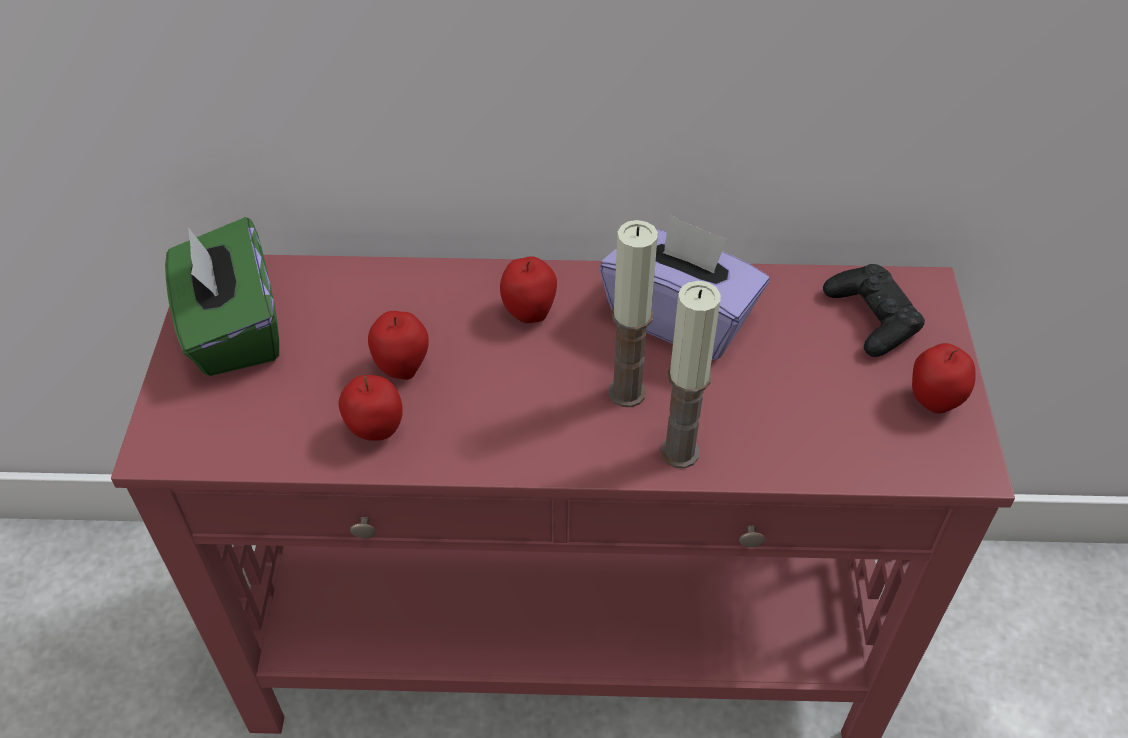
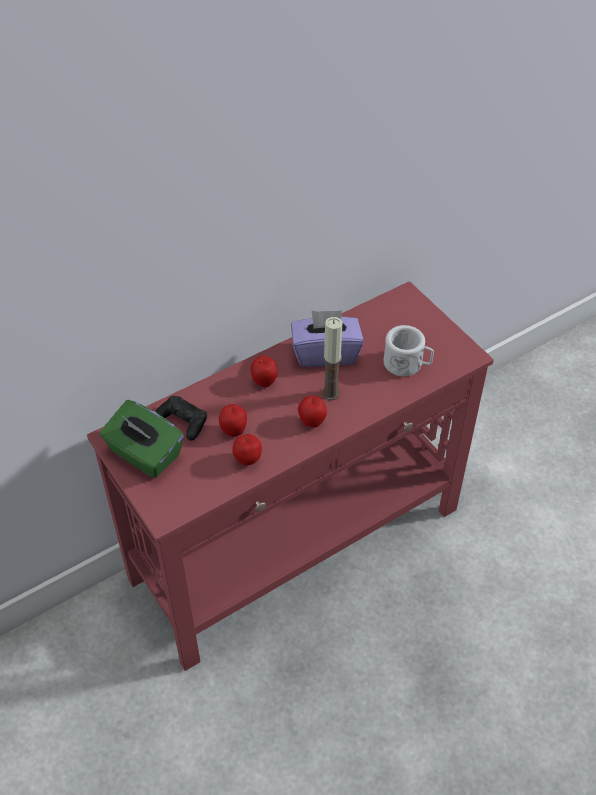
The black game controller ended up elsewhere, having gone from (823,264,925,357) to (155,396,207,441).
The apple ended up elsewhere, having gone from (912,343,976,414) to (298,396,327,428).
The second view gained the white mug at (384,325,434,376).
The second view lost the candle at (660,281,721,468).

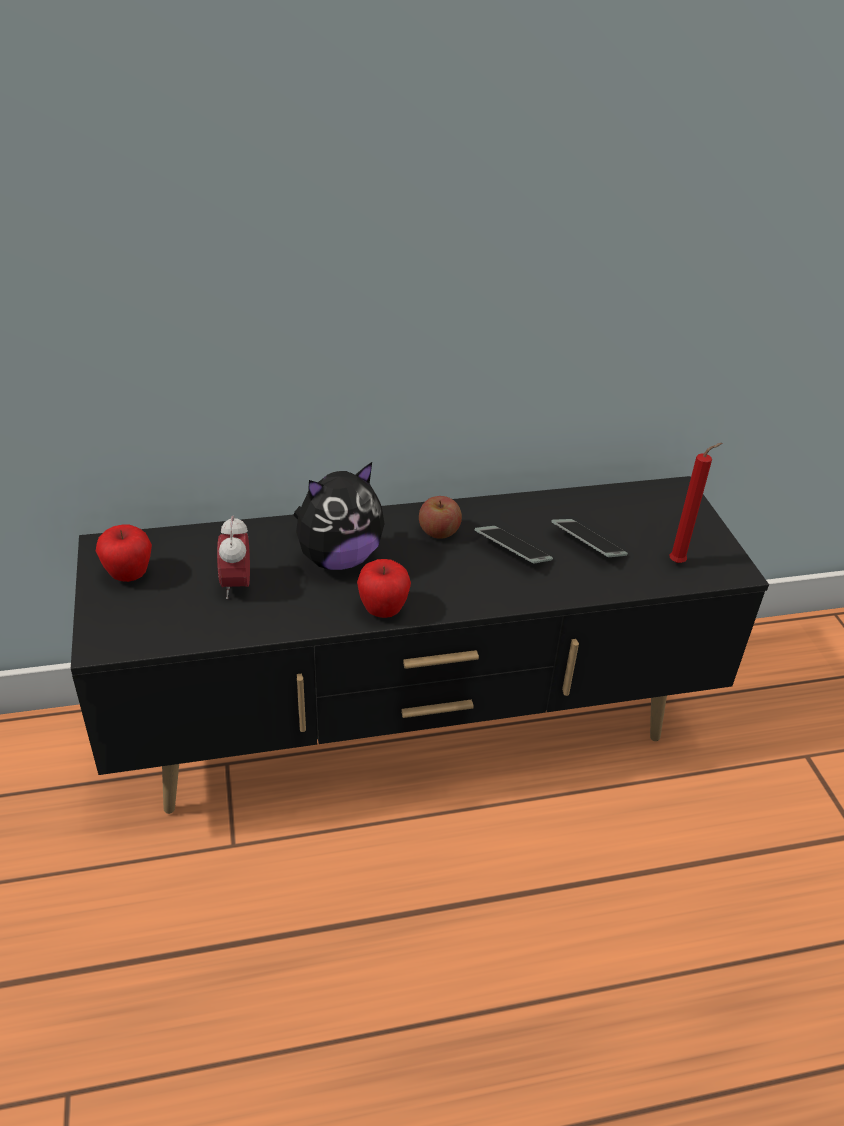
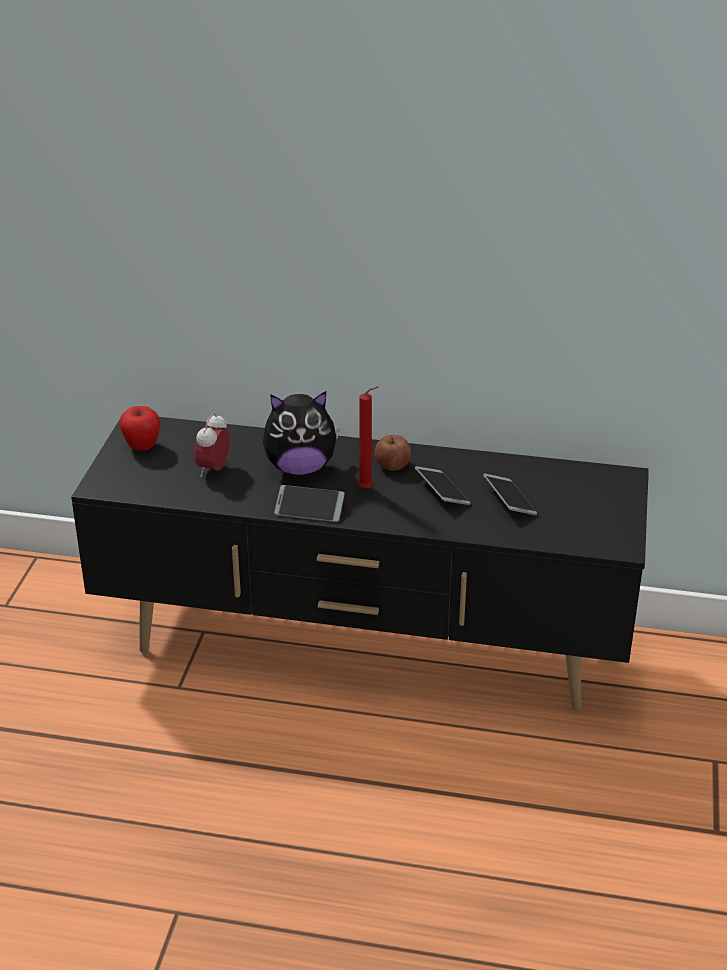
Where the apple stood at (357,559,411,618), the phone came to stand at (274,485,345,522).
The red candle ended up elsewhere, having gone from (670,443,722,563) to (358,386,379,489).

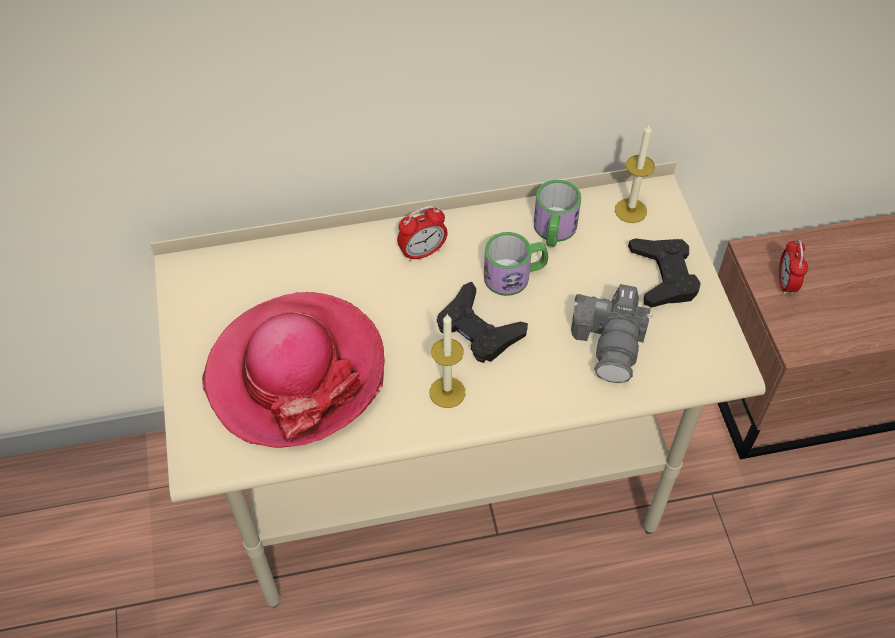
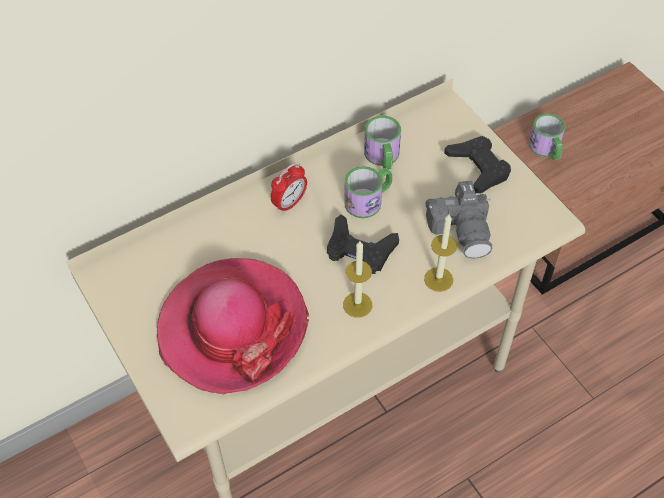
The candle ended up elsewhere, having gone from (615,125,655,223) to (424,214,457,292).
Where the alarm clock stood at (779,239,808,295), the mug came to stand at (529,113,565,160).

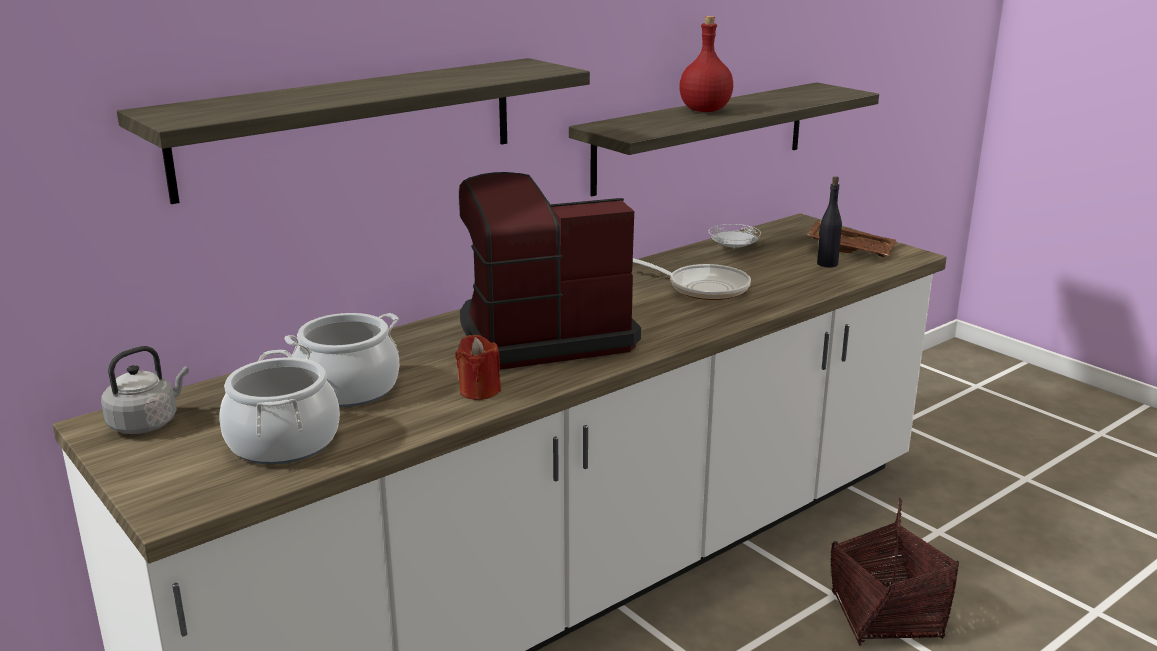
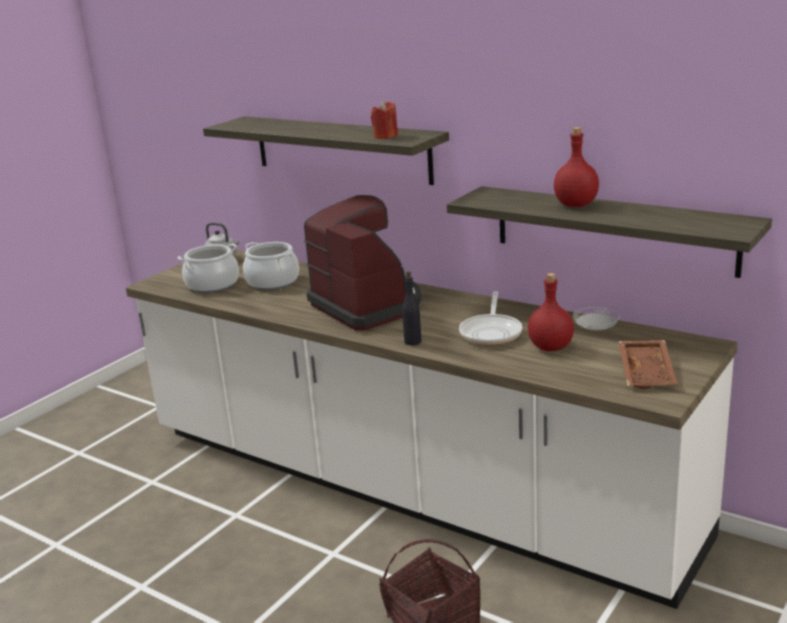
The red candle ended up elsewhere, having gone from (455,335,501,400) to (371,101,398,139).
The black bottle ended up elsewhere, having gone from (817,176,842,267) to (402,271,422,345).
The second view gained the red bottle at (528,273,574,351).

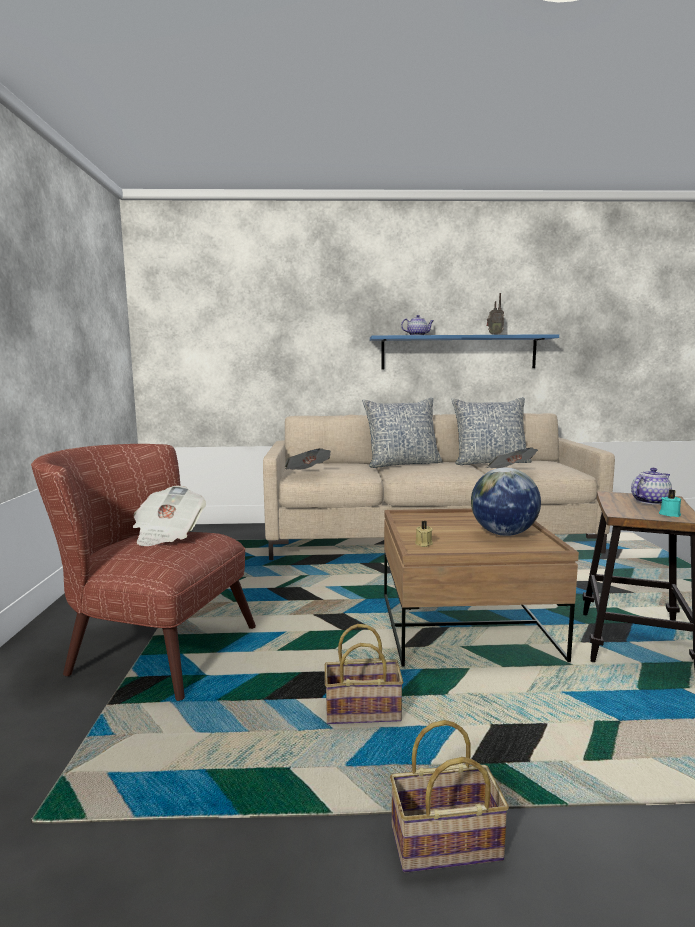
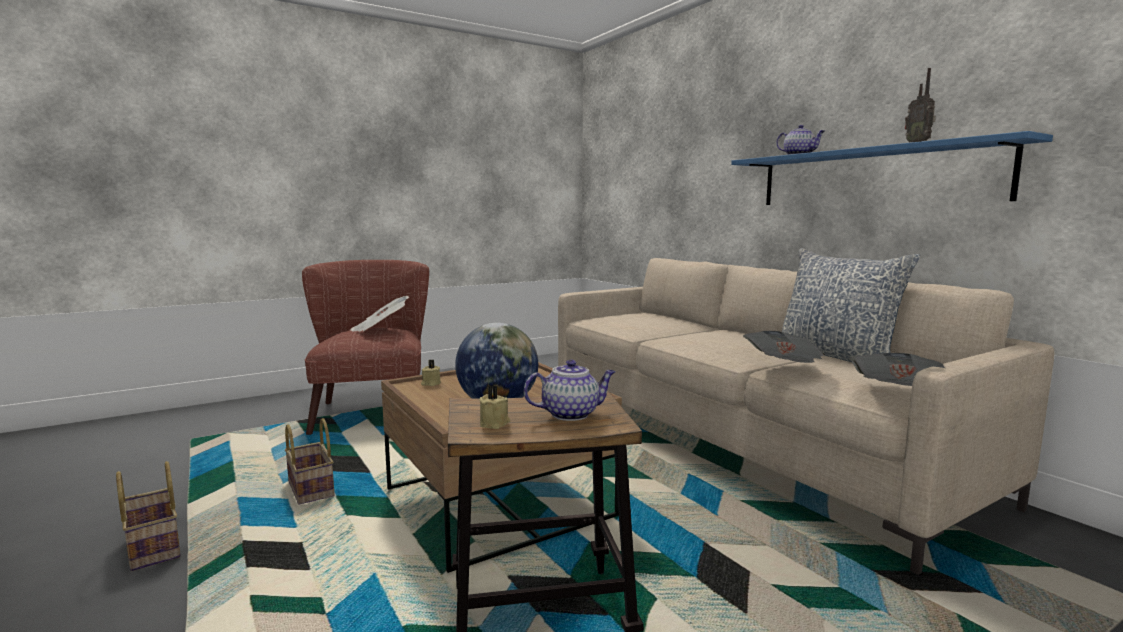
What was the turquoise candle at (659,490,681,517) turned into the beige candle at (479,385,511,429).
The teapot at (631,468,672,505) ended up facing another way, 45 degrees counterclockwise from before.
The newspaper ended up elsewhere, having gone from (285,448,331,470) to (849,353,945,386).
The second view lost the pillow at (362,398,443,468).

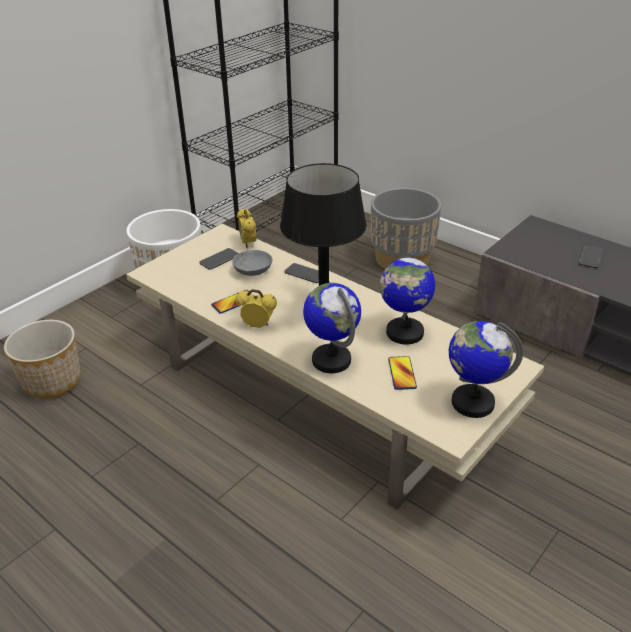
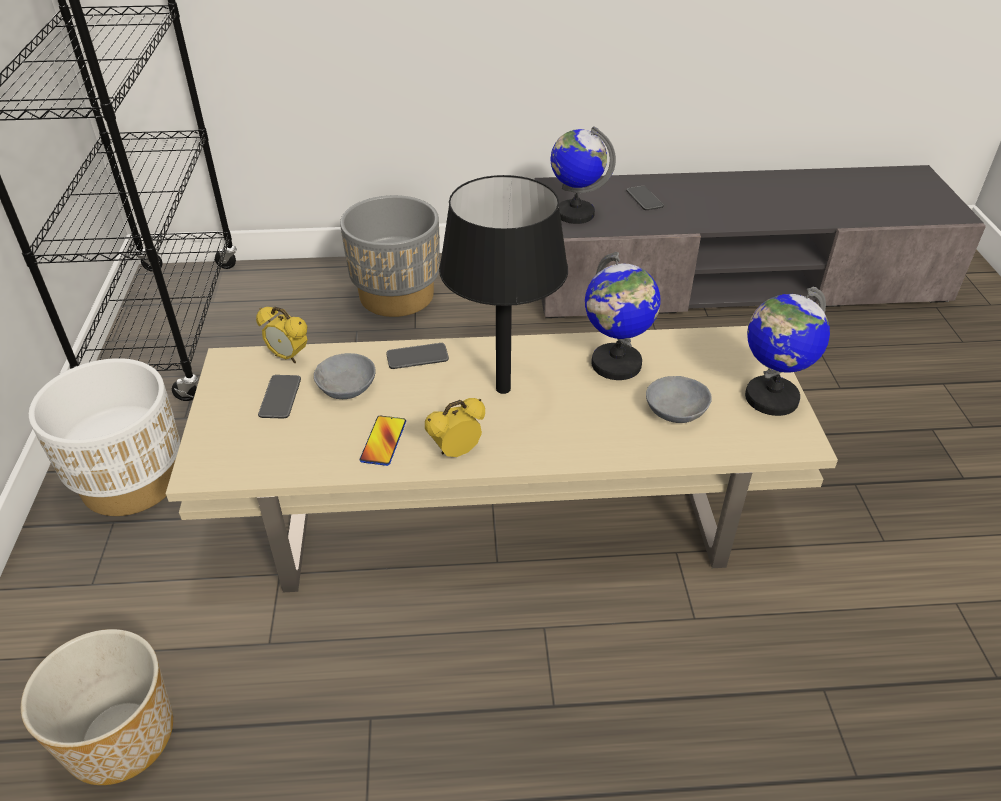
The globe ended up elsewhere, having gone from (303,283,361,373) to (550,126,616,224).
Where the phone stood at (388,356,417,390), the grey bowl came to stand at (646,376,712,423).

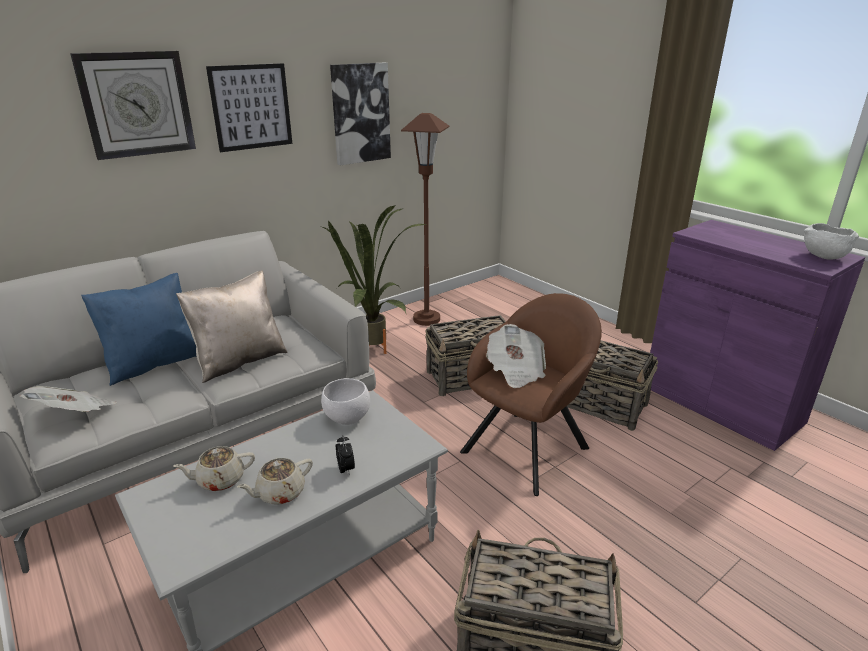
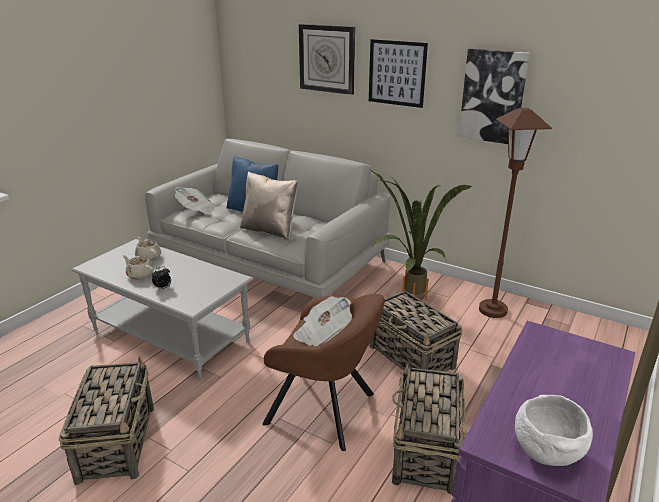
The second view lost the white bowl at (321,378,370,425).

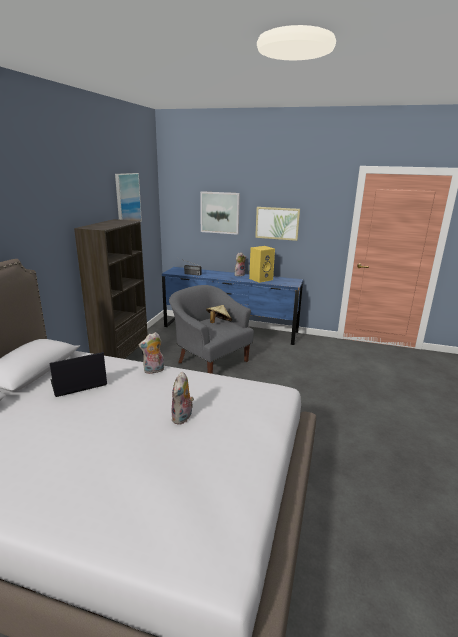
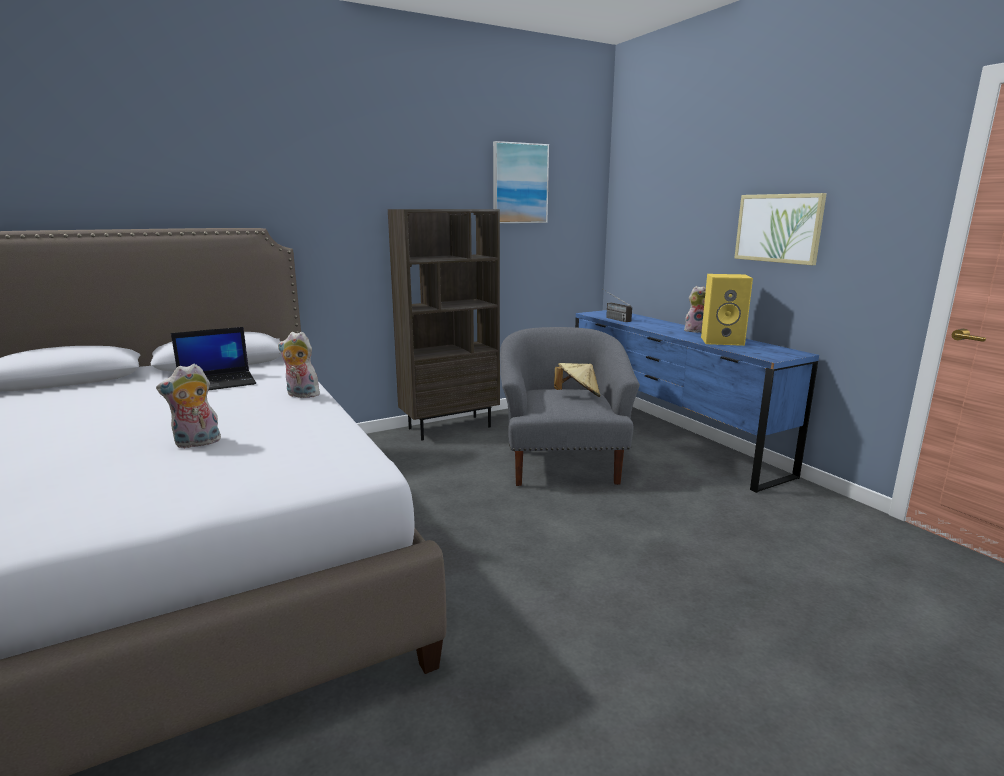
The laptop at (49,352,107,397) ended up facing another way, 135 degrees clockwise from before.
The second view lost the picture at (200,191,240,235).

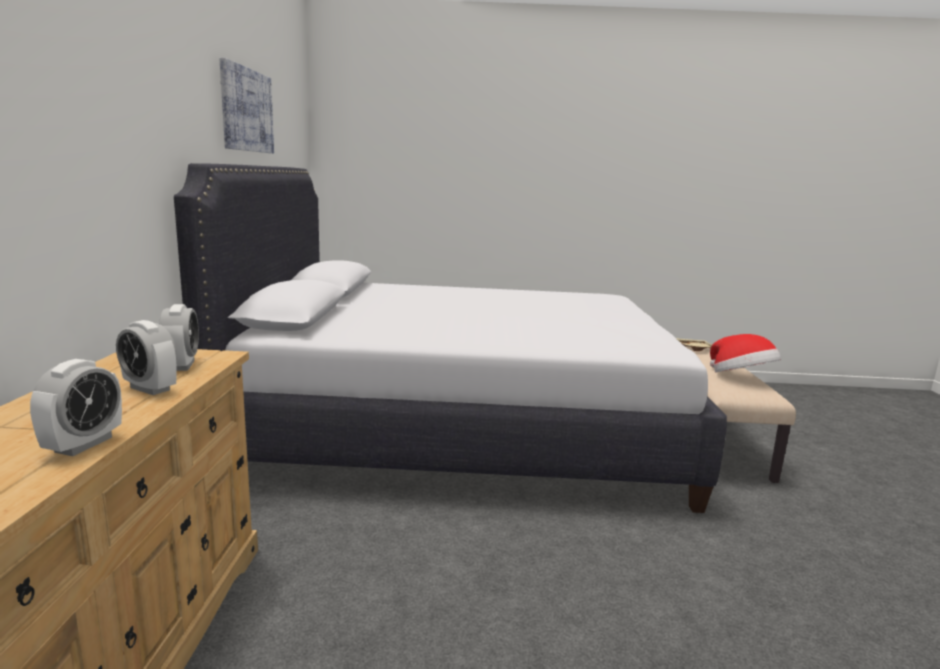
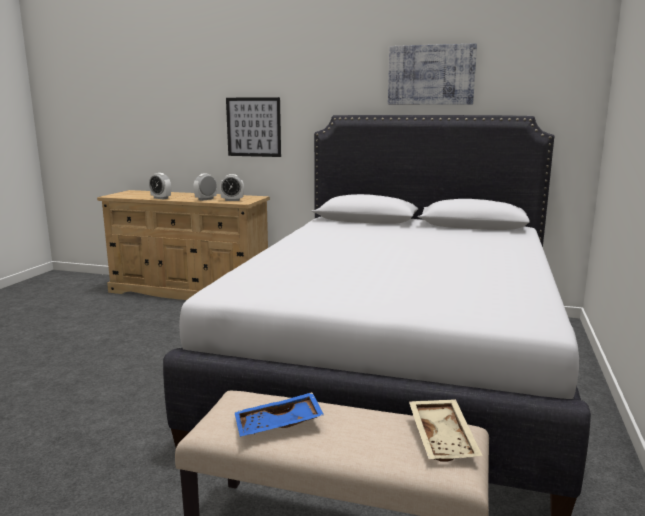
The second view gained the picture at (226,97,281,157).
Where the hat stood at (710,334,781,372), the blue tray came to stand at (234,392,324,437).

